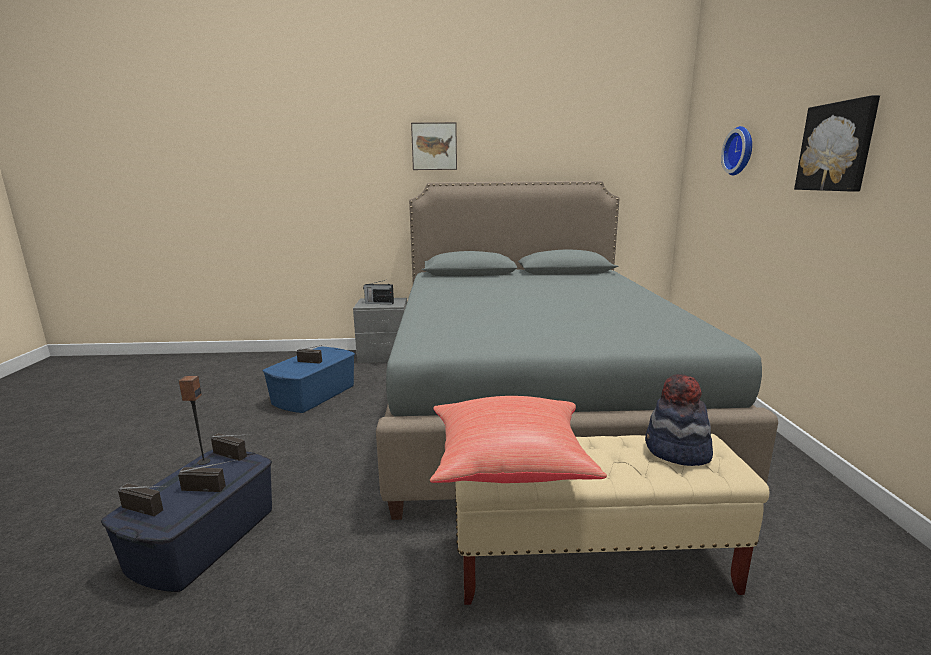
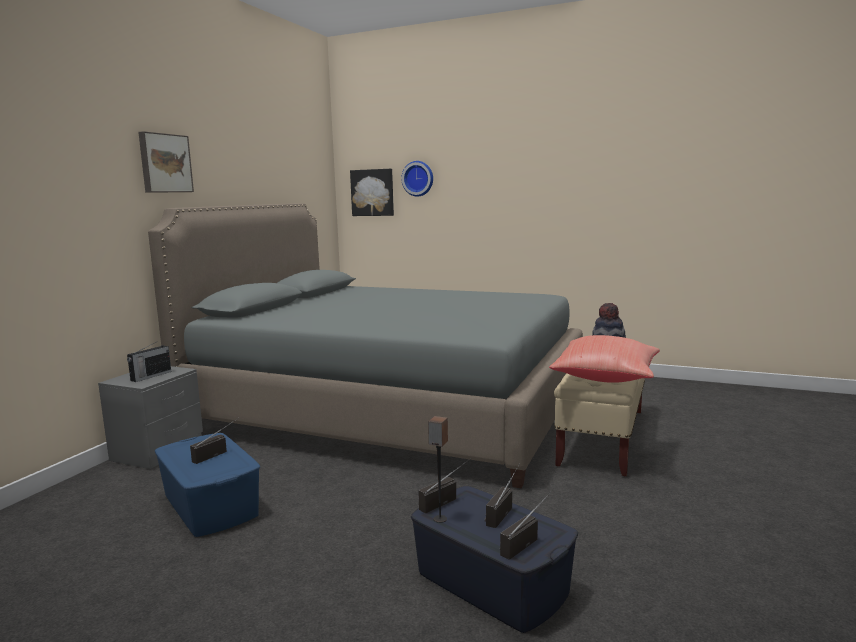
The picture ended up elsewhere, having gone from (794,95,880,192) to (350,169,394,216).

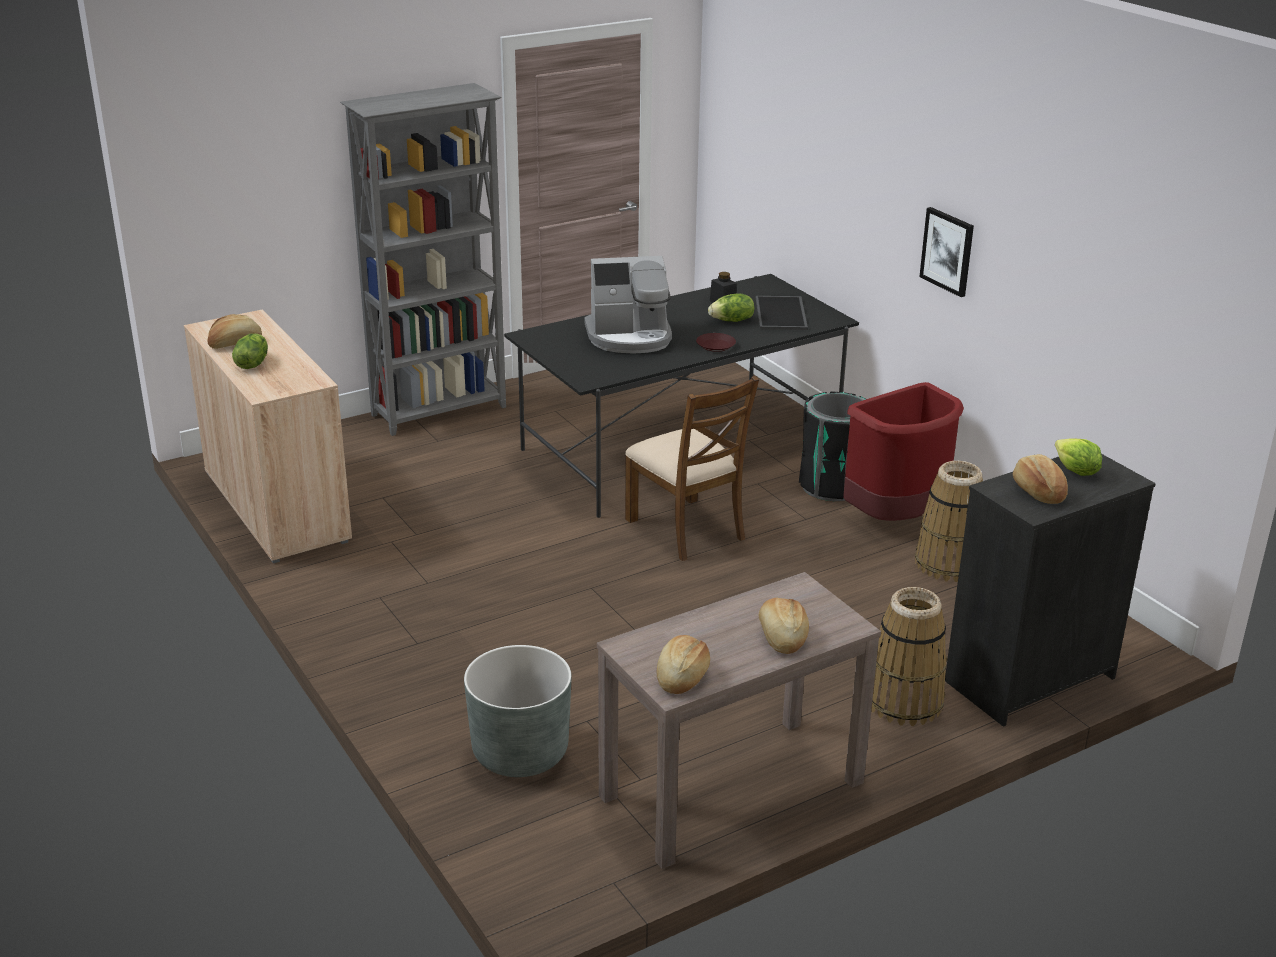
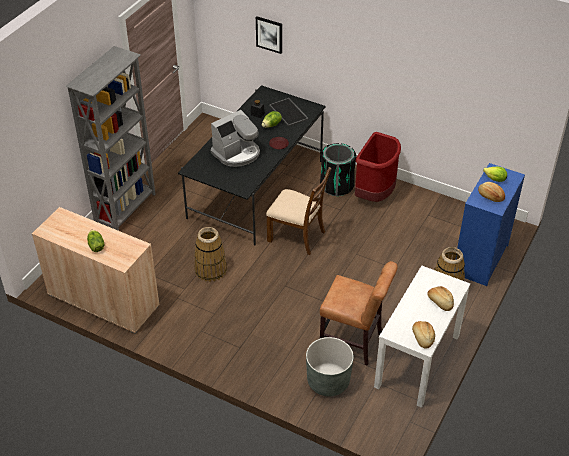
The basket ended up elsewhere, having gone from (915,461,983,582) to (194,227,227,282).
The picture ended up elsewhere, having gone from (919,207,974,297) to (256,17,282,54).
The second view gained the brown chair at (320,261,398,366).
What was the brown console table at (597,572,881,869) turned into the white console table at (374,266,470,408).
What was the black dresser at (945,454,1156,727) turned into the blue dresser at (454,163,525,286).
The second view lost the bread at (207,314,262,349).

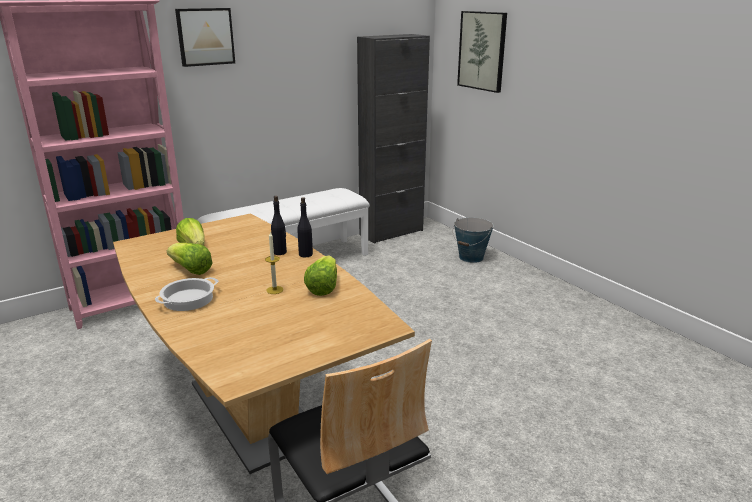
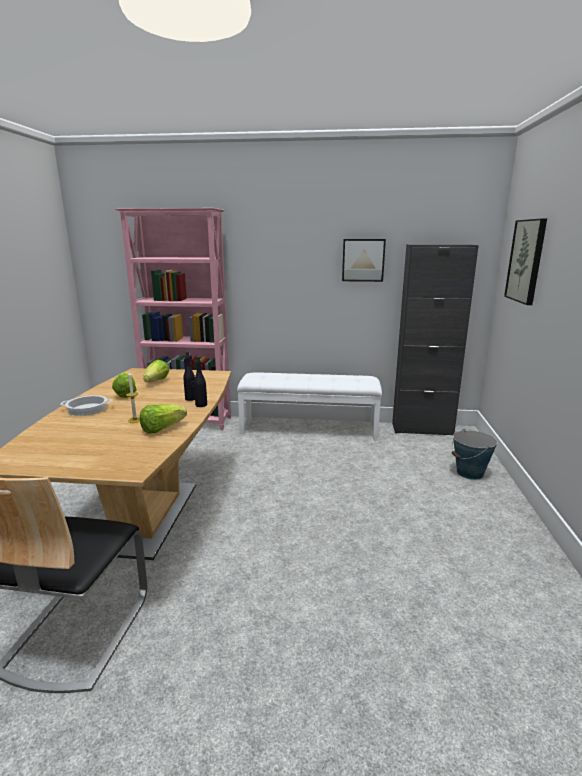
The picture ended up elsewhere, having gone from (175,8,235,67) to (342,239,386,282).

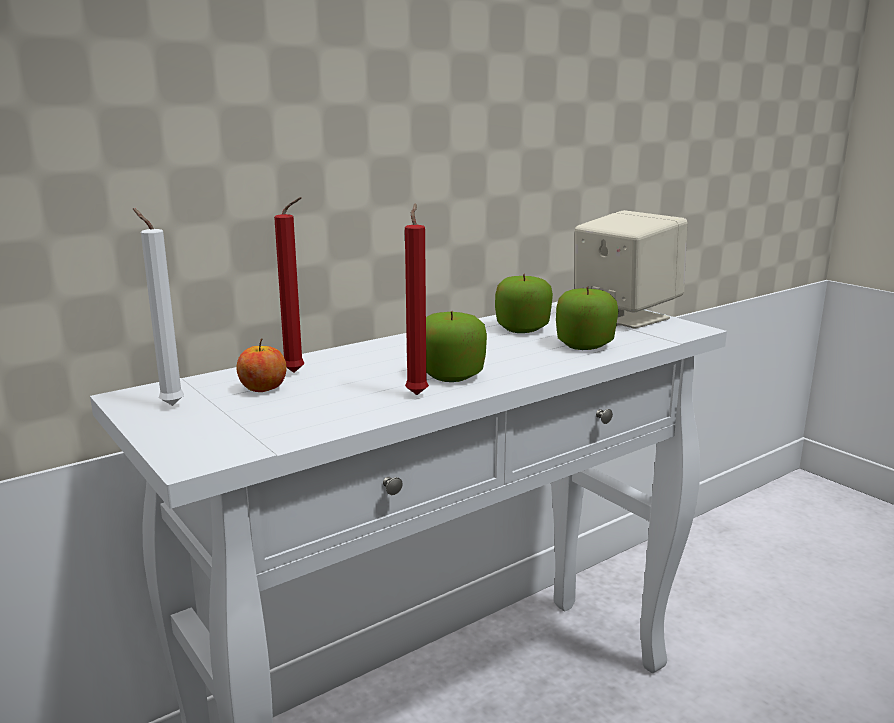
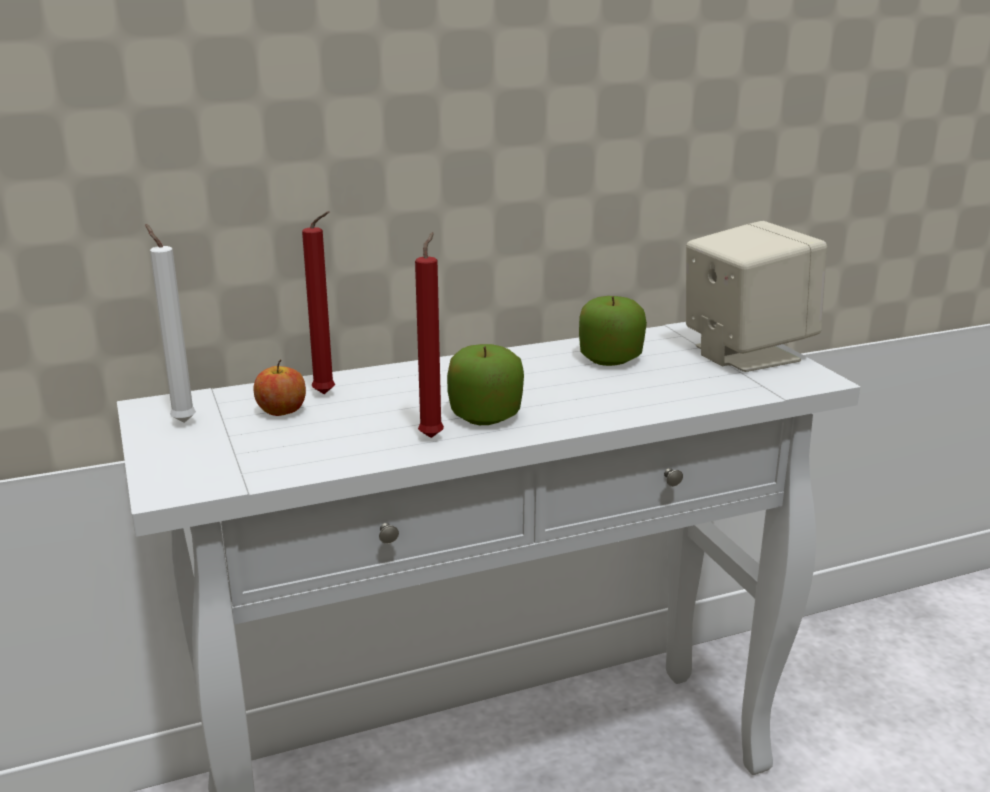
The second view lost the apple at (556,287,618,350).

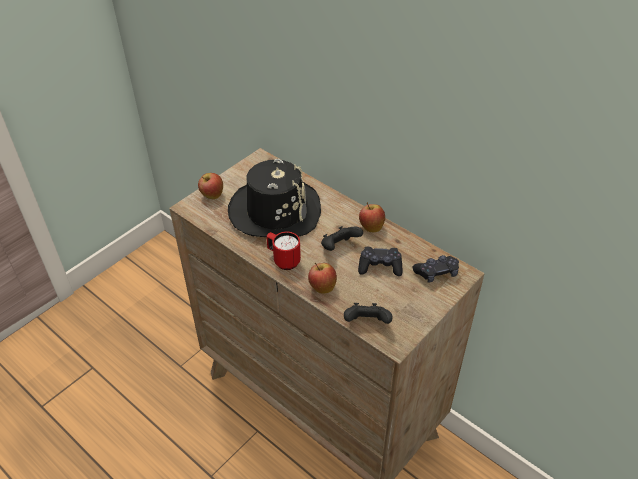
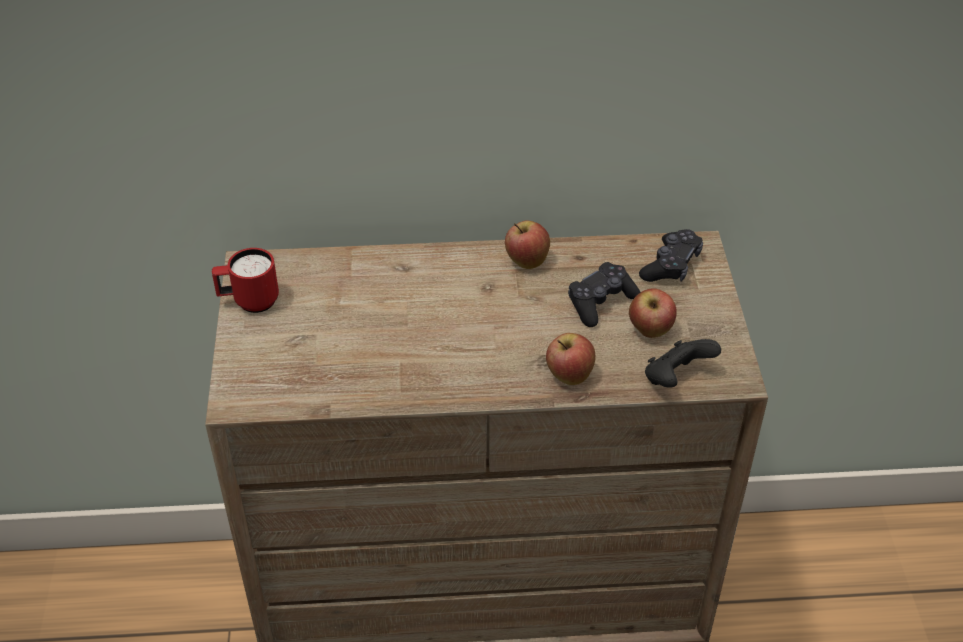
The red mug ended up elsewhere, having gone from (266,232,301,270) to (212,248,279,313).
The apple ended up elsewhere, having gone from (198,173,223,199) to (629,288,677,338).
The second view lost the black hat at (228,159,321,237).
The second view lost the black game controller at (321,226,363,251).

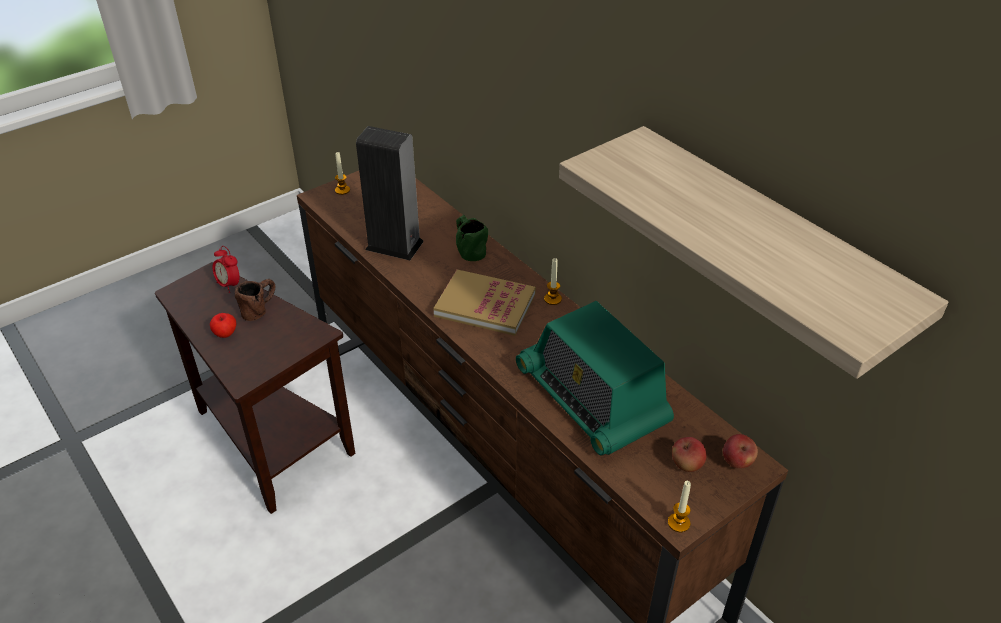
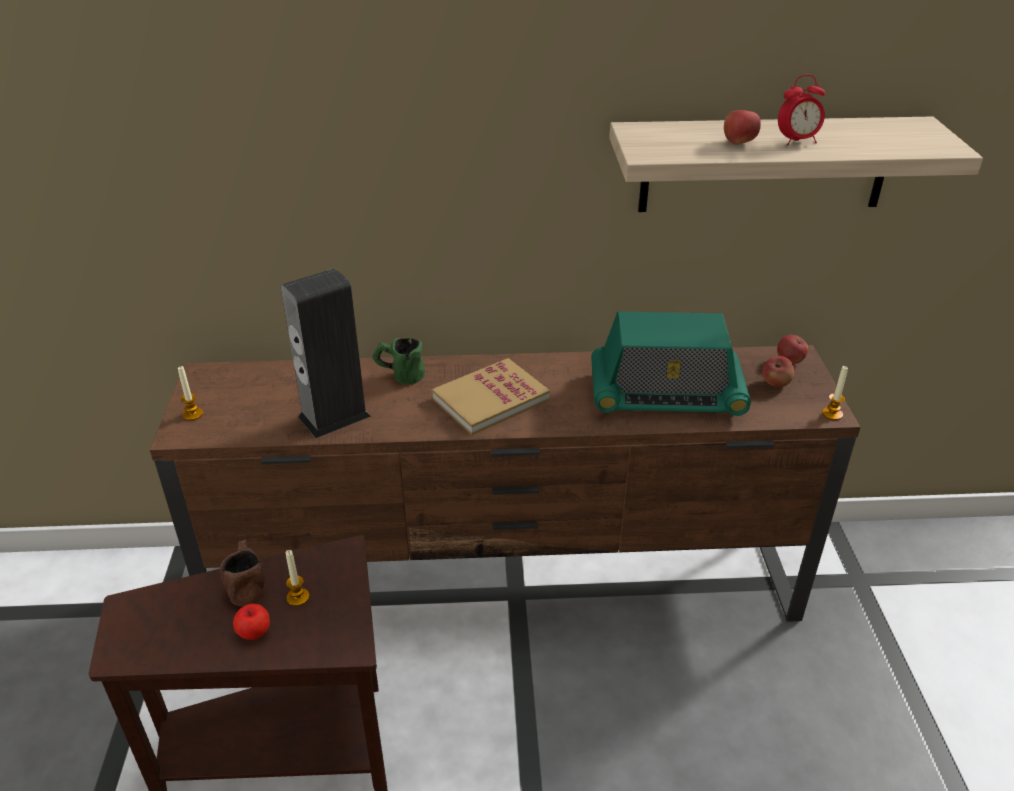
The candle ended up elsewhere, having gone from (544,258,562,305) to (286,550,309,606).
The second view gained the apple at (724,110,761,145).
The alarm clock ended up elsewhere, having gone from (213,246,240,293) to (778,75,825,145).

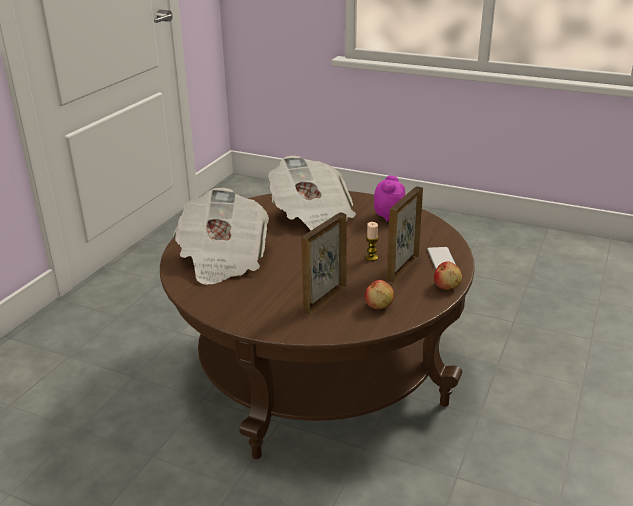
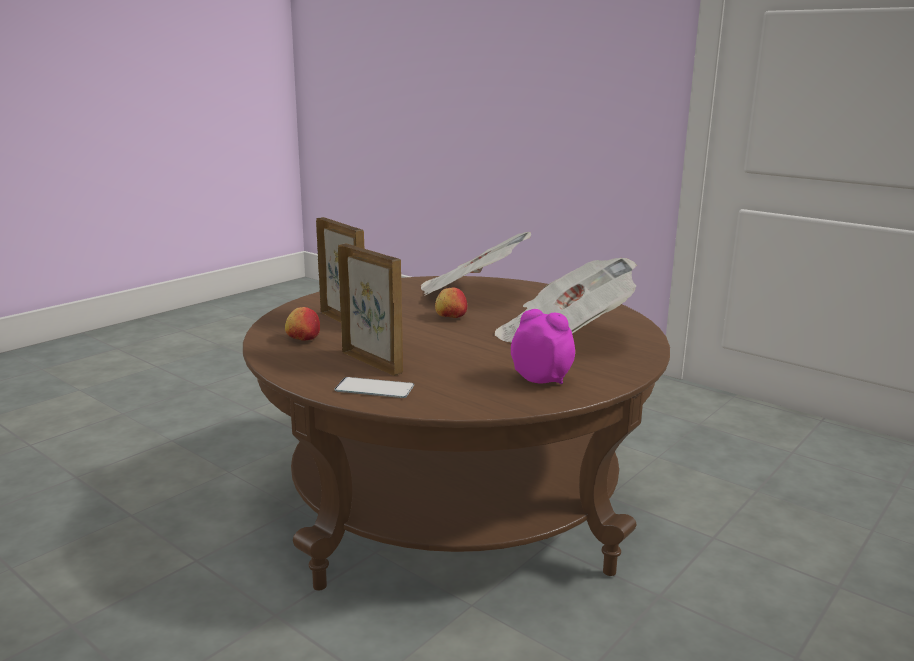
The apple ended up elsewhere, having gone from (434,261,462,290) to (435,288,467,318).
The second view lost the candle at (365,222,379,261).

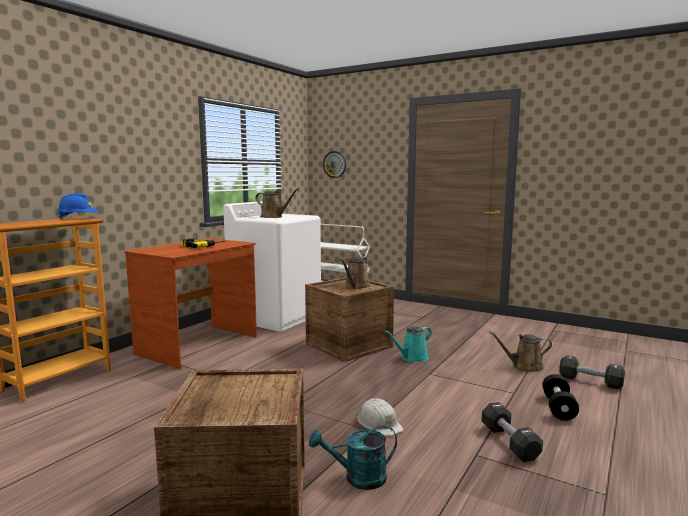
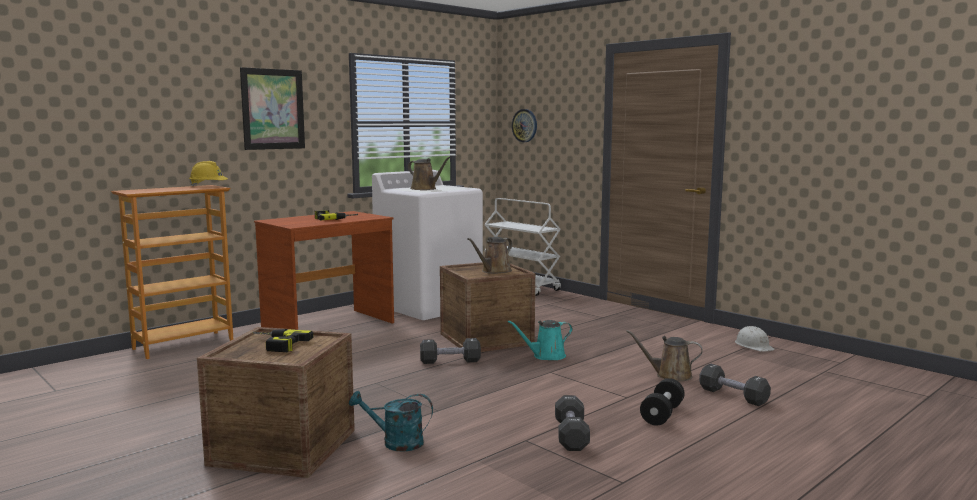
What was the blue hard hat at (57,193,99,219) turned into the yellow hard hat at (189,161,228,186).
The second view gained the picture at (240,67,305,150).
The second view gained the power drill at (253,329,314,352).
The second view gained the black dumbbell at (420,338,481,364).
The white hard hat ended up elsewhere, having gone from (358,398,404,436) to (735,326,775,352).

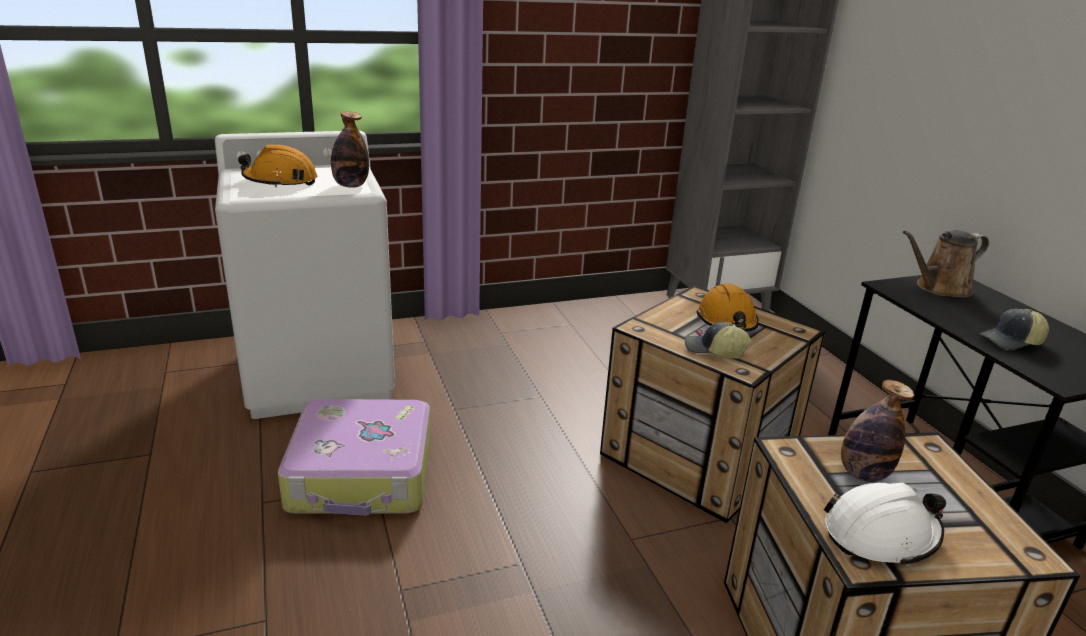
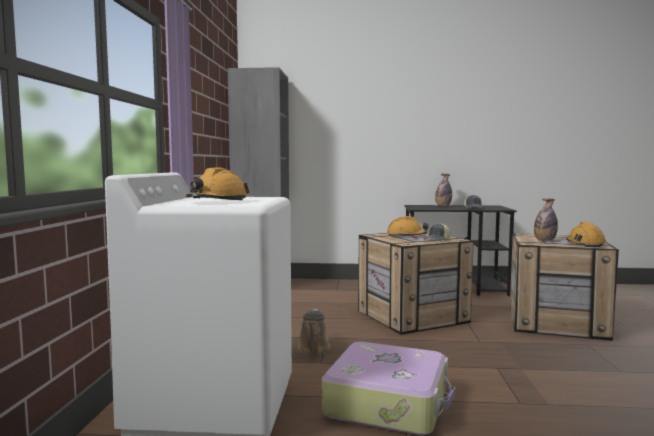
The brown watering can ended up elsewhere, having gone from (903,230,989,298) to (298,309,331,355).
The bottle ended up elsewhere, having gone from (331,111,369,188) to (435,174,452,206).
What was the white hard hat at (824,483,946,567) turned into the orange hard hat at (566,222,606,247).

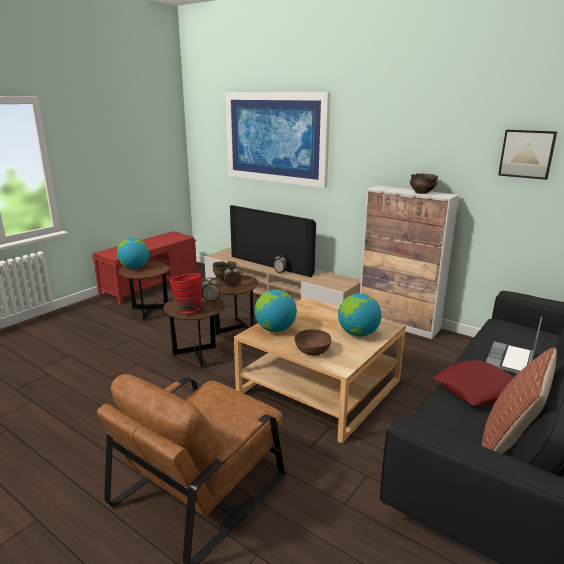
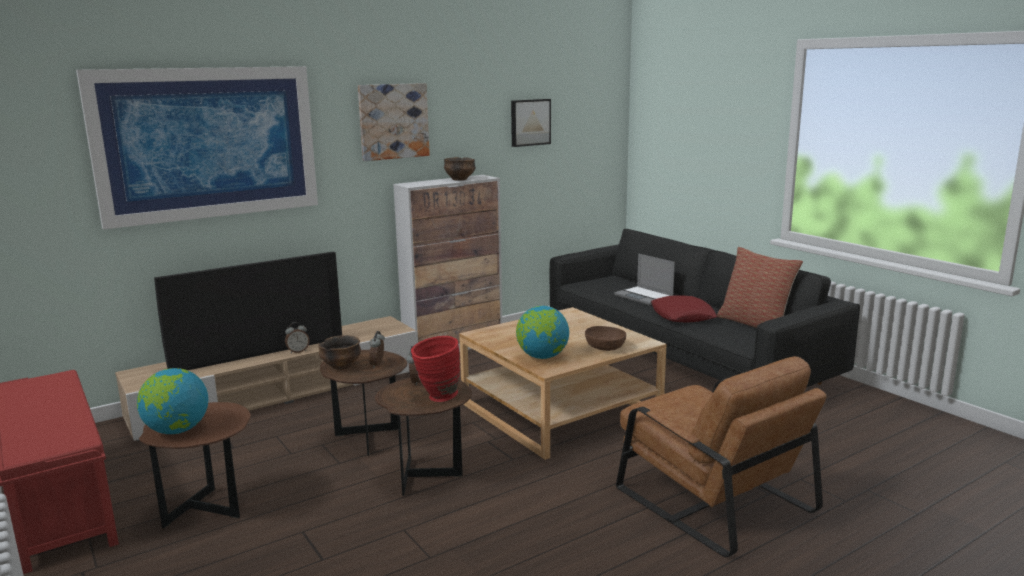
The second view gained the picture at (358,83,430,161).
The second view lost the globe at (338,293,382,337).

